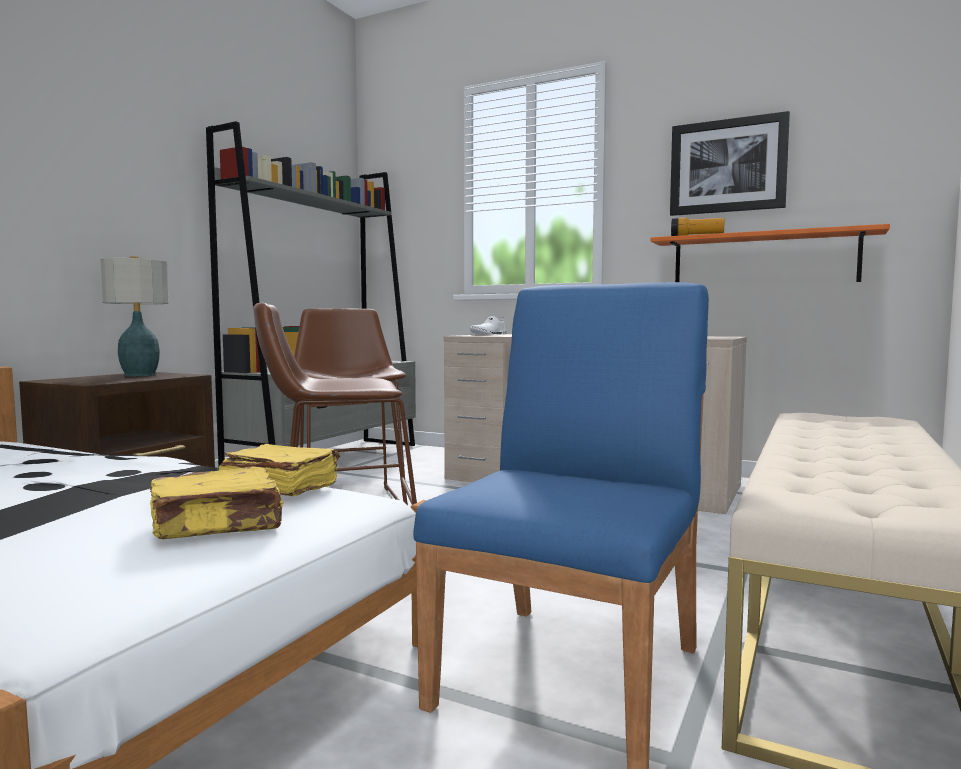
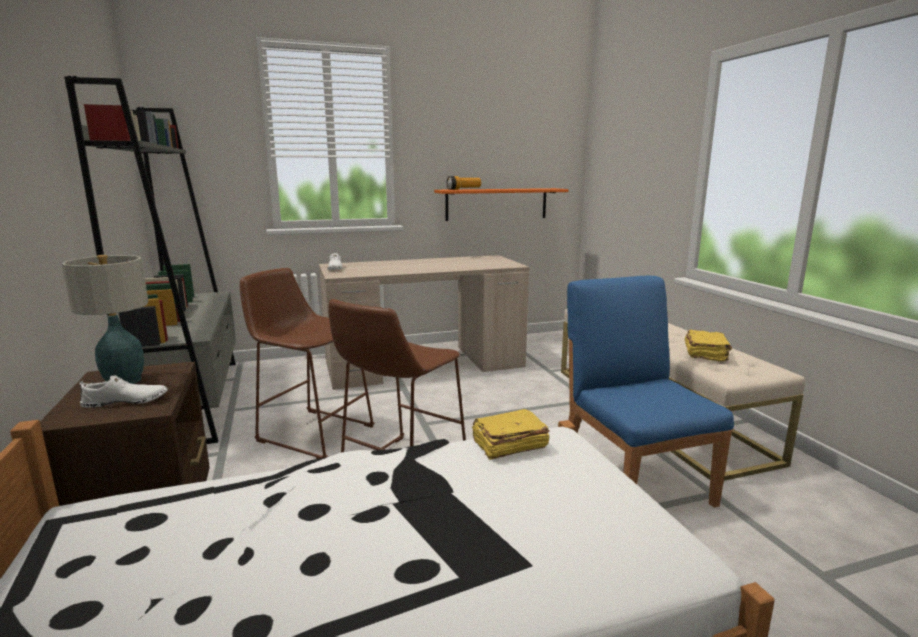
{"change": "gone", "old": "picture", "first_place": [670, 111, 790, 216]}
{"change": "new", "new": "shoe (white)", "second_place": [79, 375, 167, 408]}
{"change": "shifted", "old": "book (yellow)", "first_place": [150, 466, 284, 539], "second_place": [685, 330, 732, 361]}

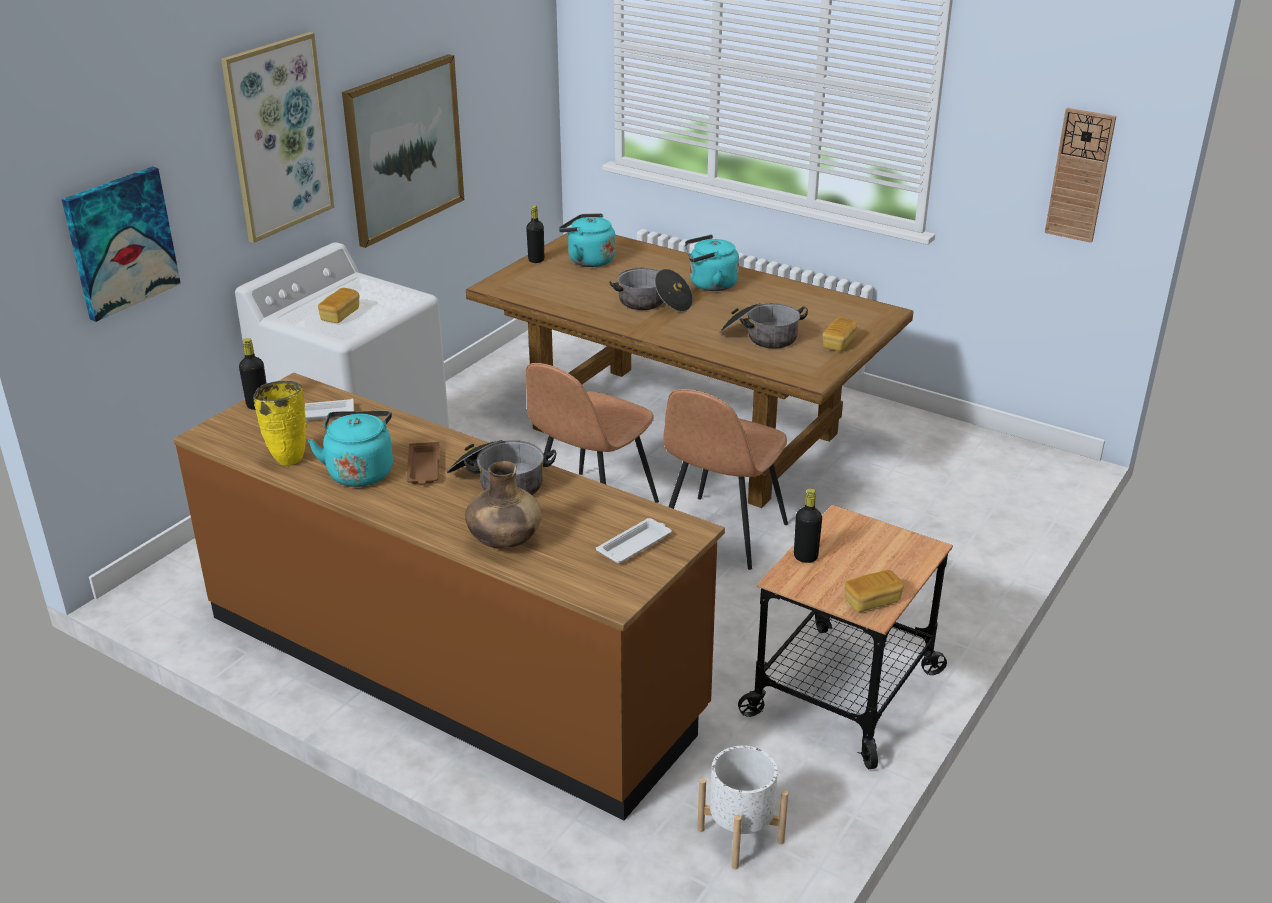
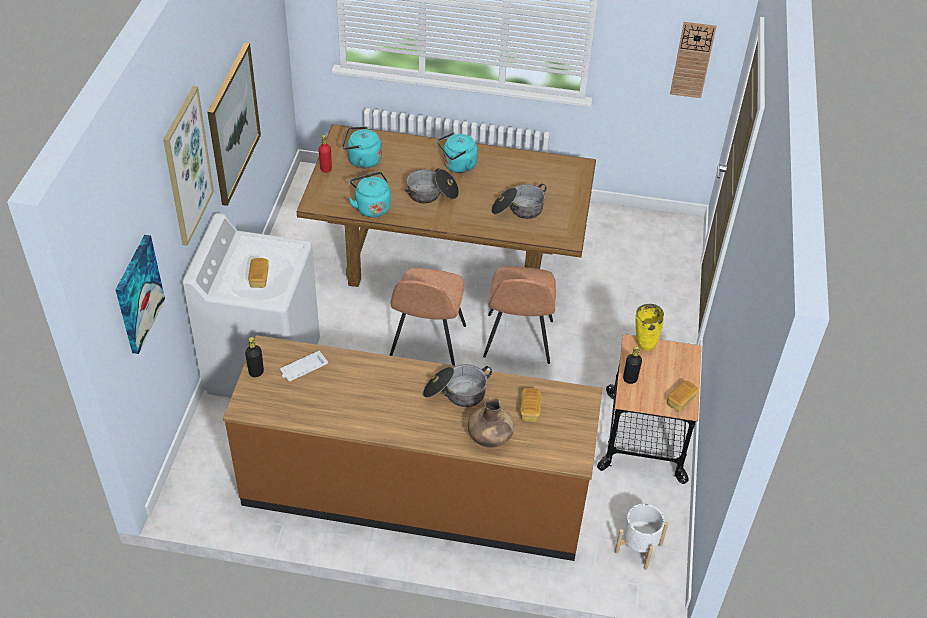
{"change": "gone", "old": "tray (brown)", "first_place": [406, 442, 439, 485]}
{"change": "gone", "old": "tray (white)", "first_place": [596, 518, 672, 563]}
{"change": "shifted", "old": "vase (yellow)", "first_place": [253, 381, 307, 466], "second_place": [635, 304, 664, 351]}
{"change": "shifted", "old": "kettle (turquoise)", "first_place": [308, 411, 393, 487], "second_place": [348, 172, 391, 217]}
{"change": "shifted", "old": "bread", "first_place": [822, 318, 857, 351], "second_place": [520, 388, 541, 422]}
{"change": "repainted", "old": "bottle (black)", "new": "bottle (red)", "first_place": [526, 205, 544, 263], "second_place": [319, 135, 332, 173]}

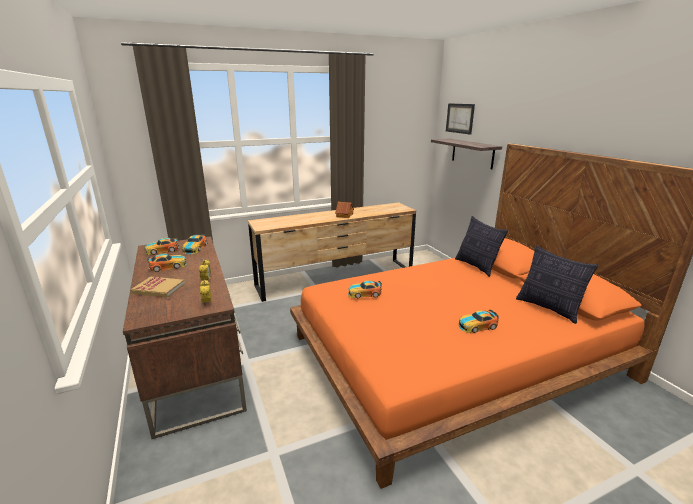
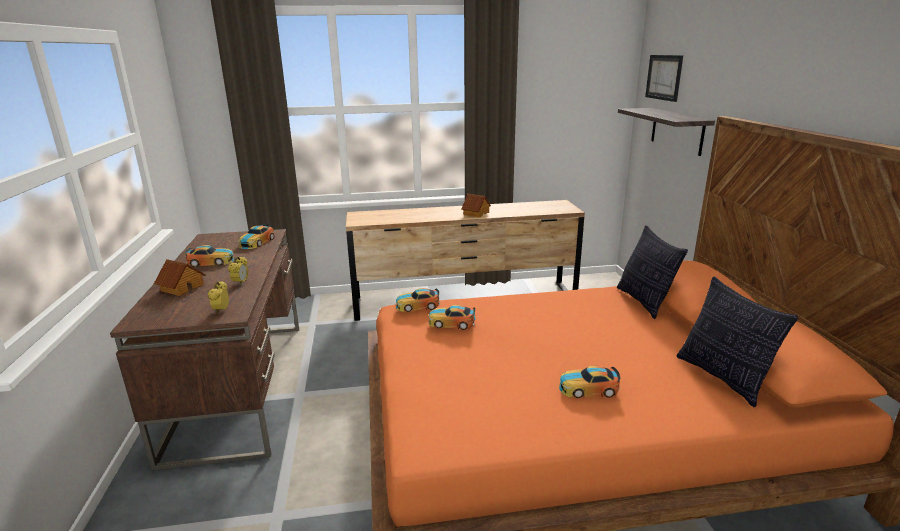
{"change": "shifted", "old": "toy car", "first_place": [144, 238, 179, 255], "second_place": [396, 288, 440, 312]}
{"change": "swapped", "old": "book", "new": "toy house", "first_place": [131, 277, 185, 298], "second_place": [154, 259, 206, 296]}

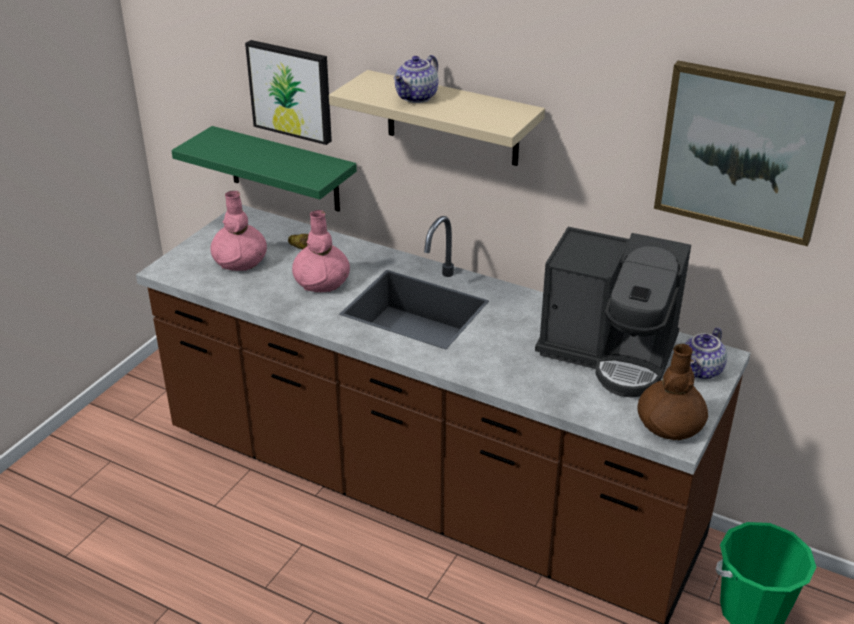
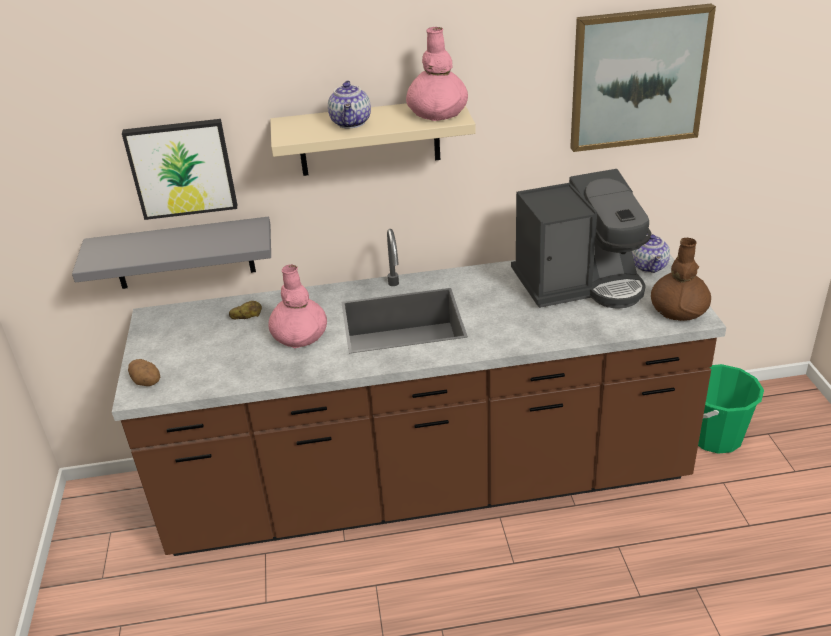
{"change": "new", "new": "potato", "second_place": [128, 359, 160, 386]}
{"change": "shifted", "old": "vase (pink)", "first_place": [210, 191, 267, 271], "second_place": [406, 27, 468, 121]}
{"change": "repainted", "old": "shelf (green)", "new": "shelf (grey)", "first_place": [171, 126, 357, 212], "second_place": [72, 217, 271, 289]}

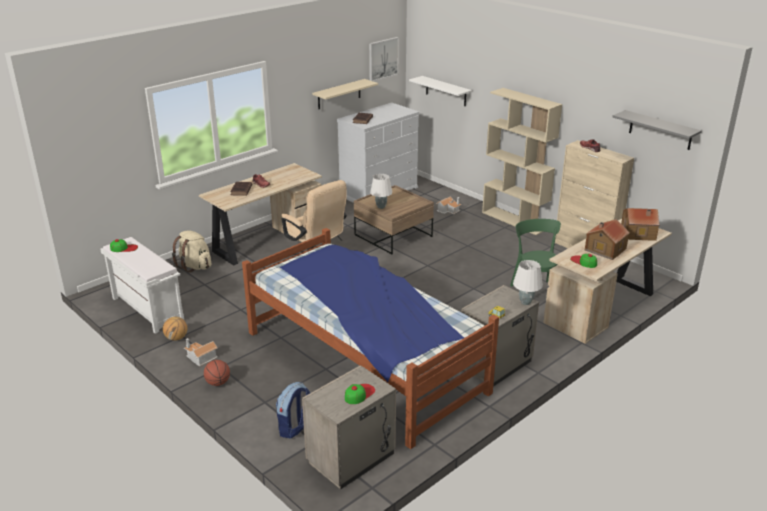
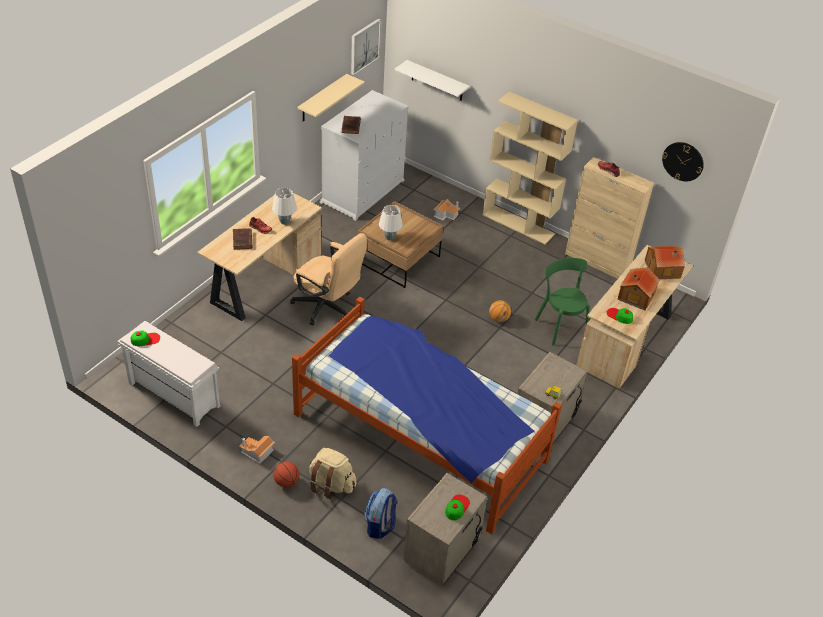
{"change": "shifted", "old": "basketball", "first_place": [163, 317, 187, 341], "second_place": [489, 300, 511, 322]}
{"change": "shifted", "old": "backpack (beige)", "first_place": [172, 231, 211, 273], "second_place": [309, 448, 356, 499]}
{"change": "shifted", "old": "table lamp (white)", "first_place": [513, 260, 543, 305], "second_place": [272, 188, 297, 225]}
{"change": "swapped", "old": "shelf (grey)", "new": "wall clock", "first_place": [612, 110, 702, 150], "second_place": [662, 142, 704, 181]}

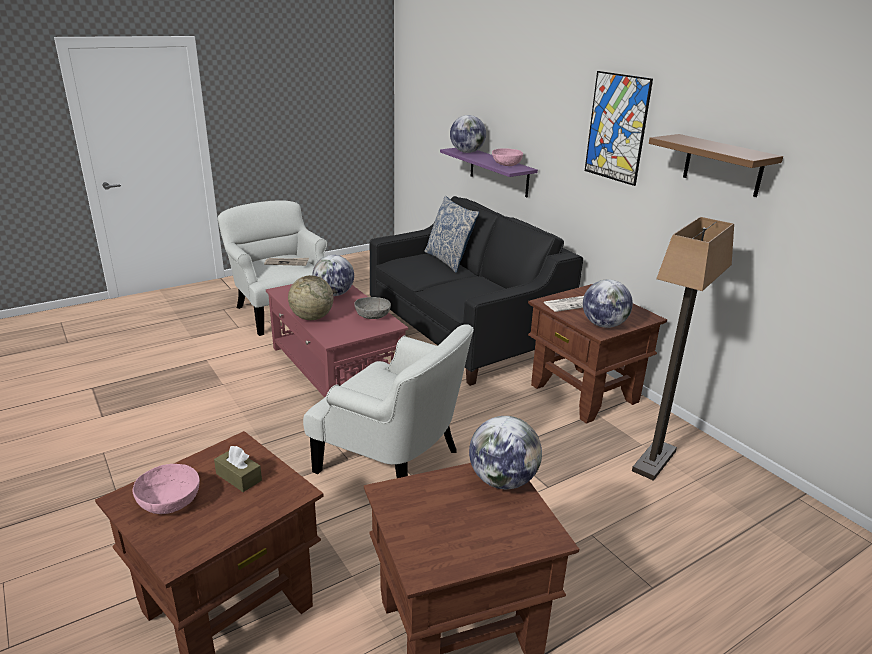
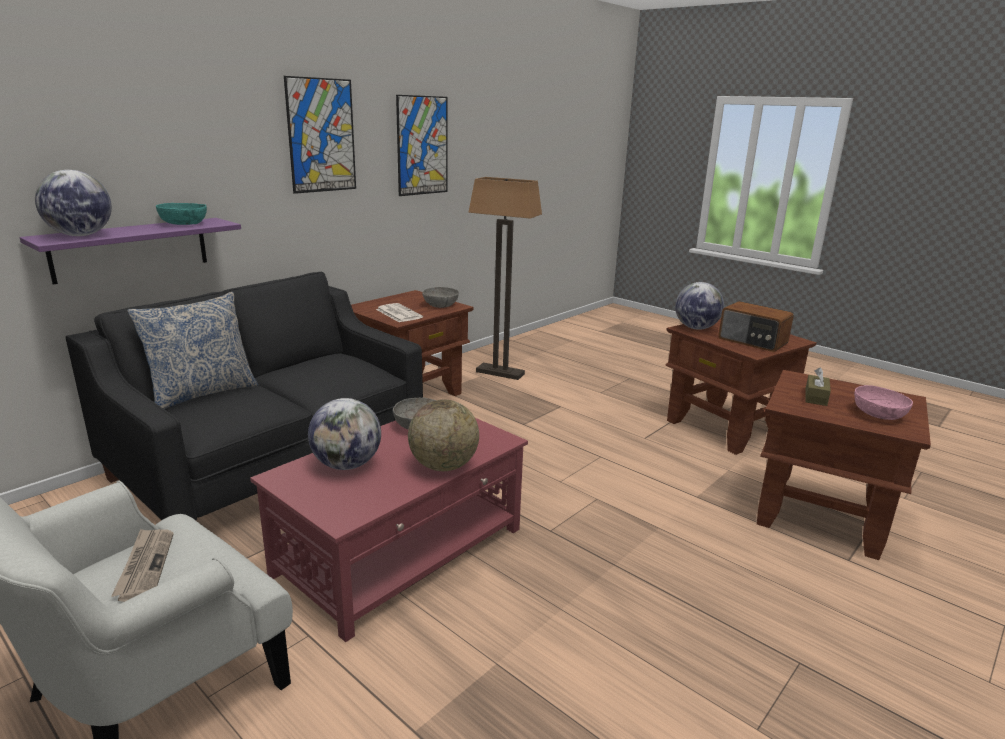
{"change": "gone", "old": "armchair (white)", "first_place": [303, 324, 474, 478]}
{"change": "new", "new": "radio", "second_place": [718, 301, 794, 352]}
{"change": "swapped", "old": "globe", "new": "bowl (grey)", "first_place": [583, 279, 633, 328], "second_place": [422, 287, 459, 308]}
{"change": "swapped", "old": "shelf (brown)", "new": "picture", "first_place": [649, 134, 783, 197], "second_place": [396, 95, 447, 196]}
{"change": "repainted", "old": "bowl (pink)", "new": "bowl (turquoise)", "first_place": [492, 148, 523, 166], "second_place": [156, 203, 207, 225]}

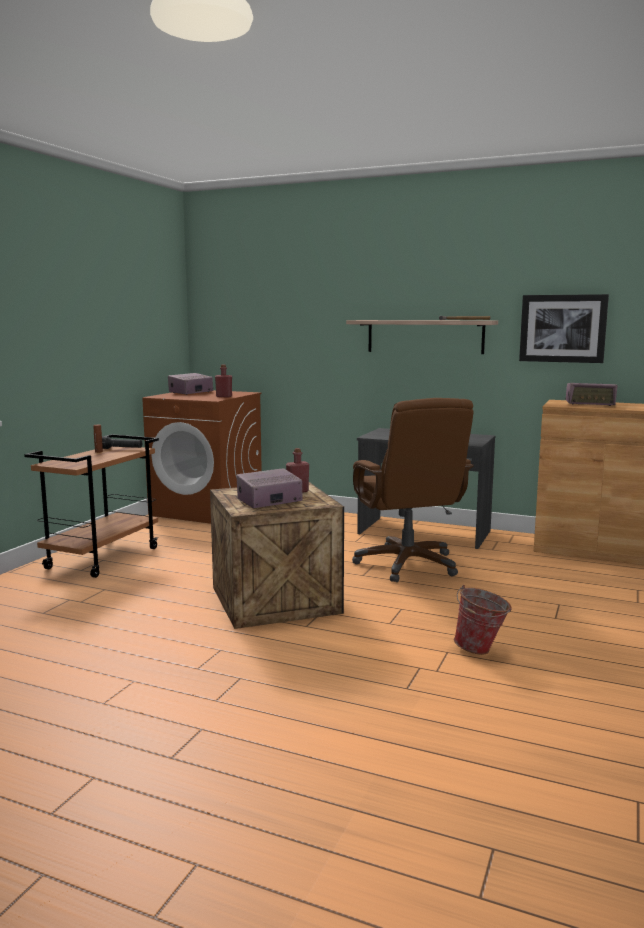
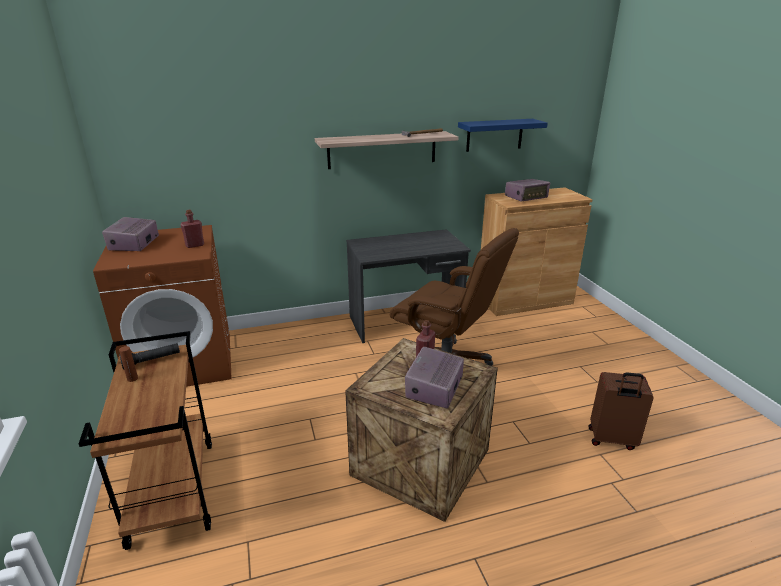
{"change": "swapped", "old": "bucket", "new": "suitcase (brown)", "first_place": [454, 585, 512, 655], "second_place": [589, 372, 654, 450]}
{"change": "swapped", "old": "picture", "new": "shelf (blue)", "first_place": [519, 294, 609, 363], "second_place": [458, 119, 548, 152]}

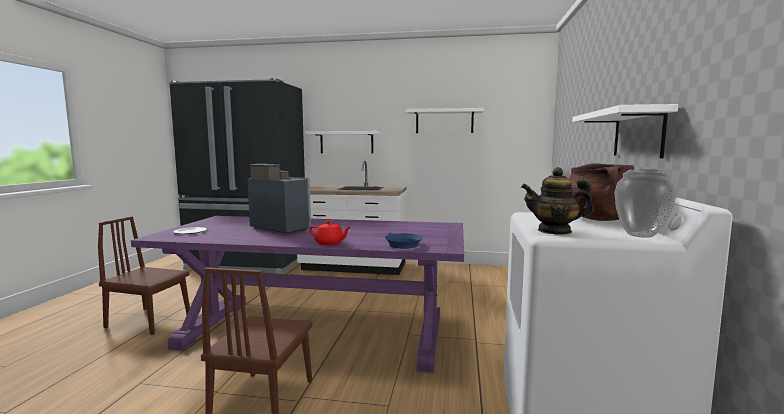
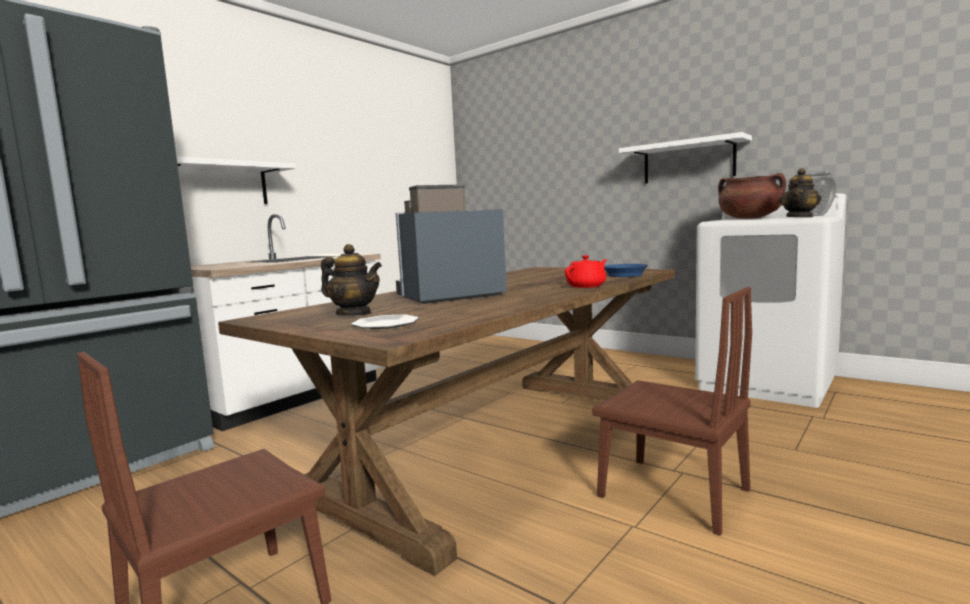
{"change": "gone", "old": "shelf (white)", "first_place": [405, 108, 484, 133]}
{"change": "new", "new": "teapot", "second_place": [321, 244, 382, 316]}
{"change": "repainted", "old": "dining table (purple)", "new": "dining table (brown)", "first_place": [131, 216, 464, 373], "second_place": [218, 267, 675, 576]}

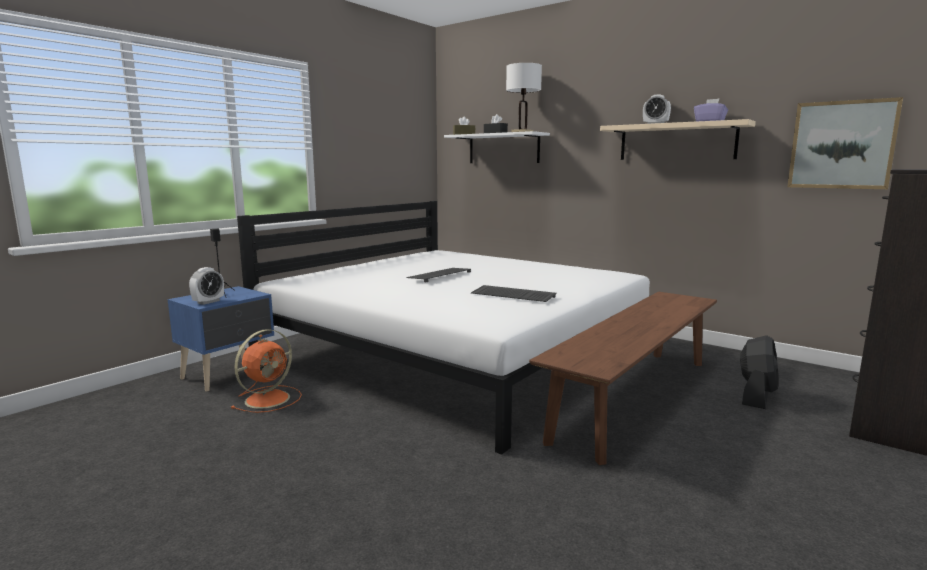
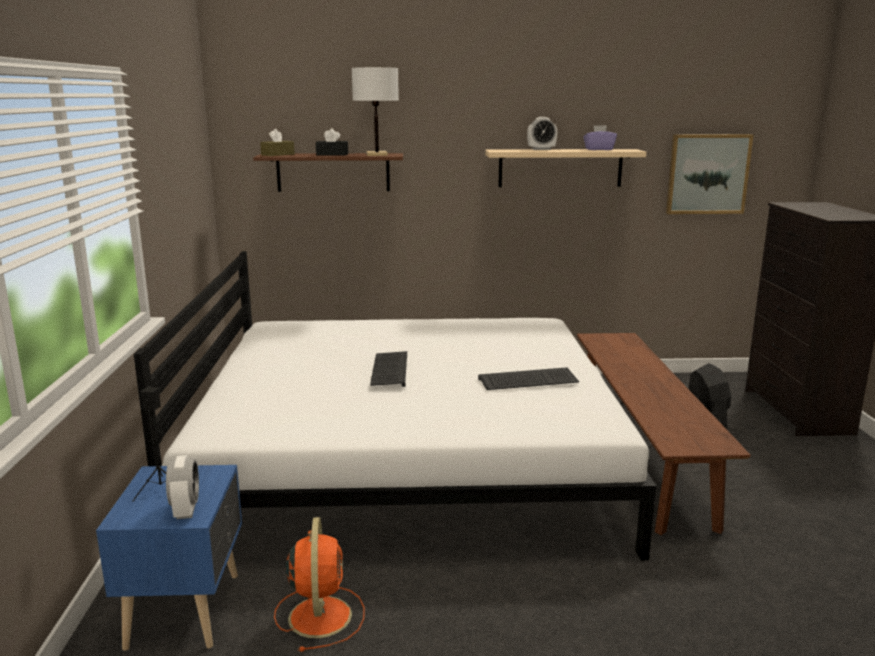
{"change": "repainted", "old": "shelf (white)", "new": "shelf (brown)", "first_place": [444, 131, 550, 163], "second_place": [253, 153, 403, 192]}

